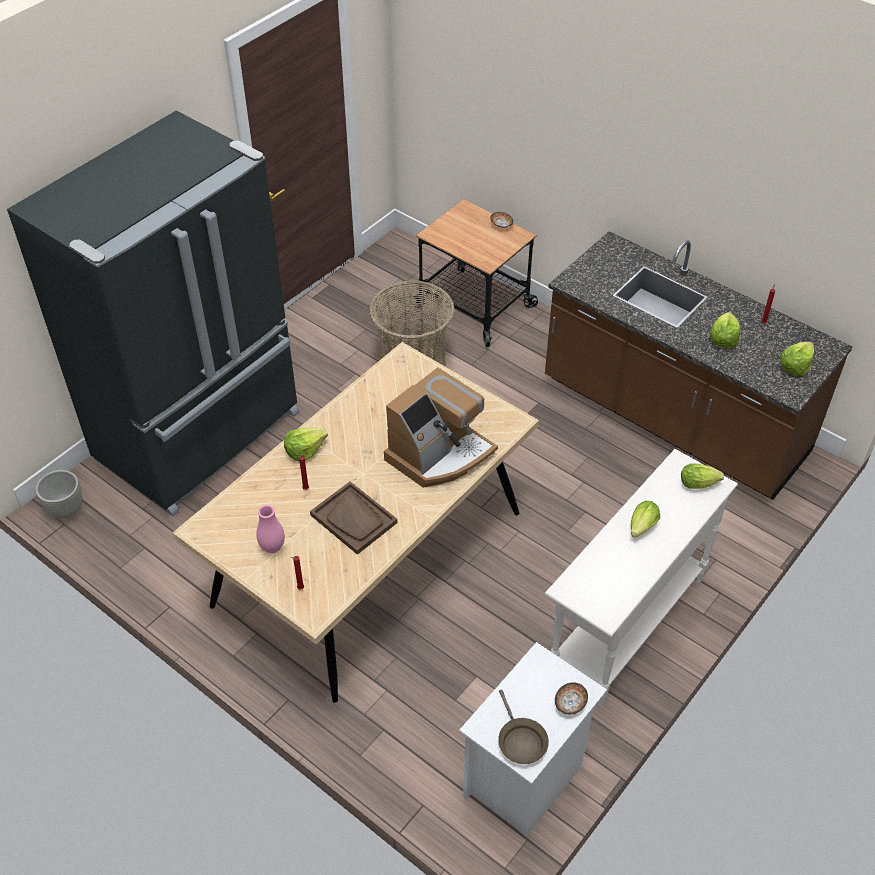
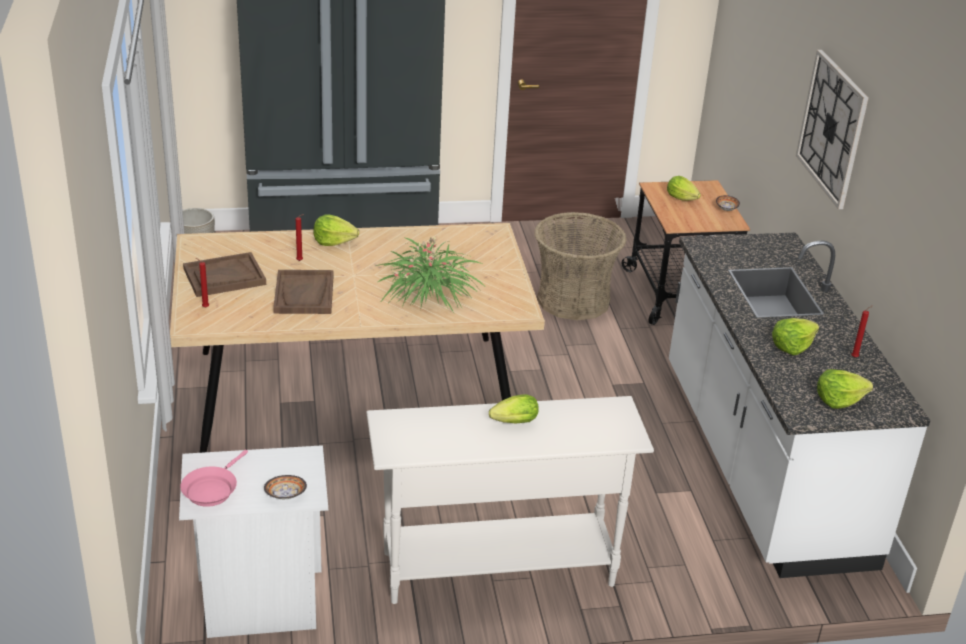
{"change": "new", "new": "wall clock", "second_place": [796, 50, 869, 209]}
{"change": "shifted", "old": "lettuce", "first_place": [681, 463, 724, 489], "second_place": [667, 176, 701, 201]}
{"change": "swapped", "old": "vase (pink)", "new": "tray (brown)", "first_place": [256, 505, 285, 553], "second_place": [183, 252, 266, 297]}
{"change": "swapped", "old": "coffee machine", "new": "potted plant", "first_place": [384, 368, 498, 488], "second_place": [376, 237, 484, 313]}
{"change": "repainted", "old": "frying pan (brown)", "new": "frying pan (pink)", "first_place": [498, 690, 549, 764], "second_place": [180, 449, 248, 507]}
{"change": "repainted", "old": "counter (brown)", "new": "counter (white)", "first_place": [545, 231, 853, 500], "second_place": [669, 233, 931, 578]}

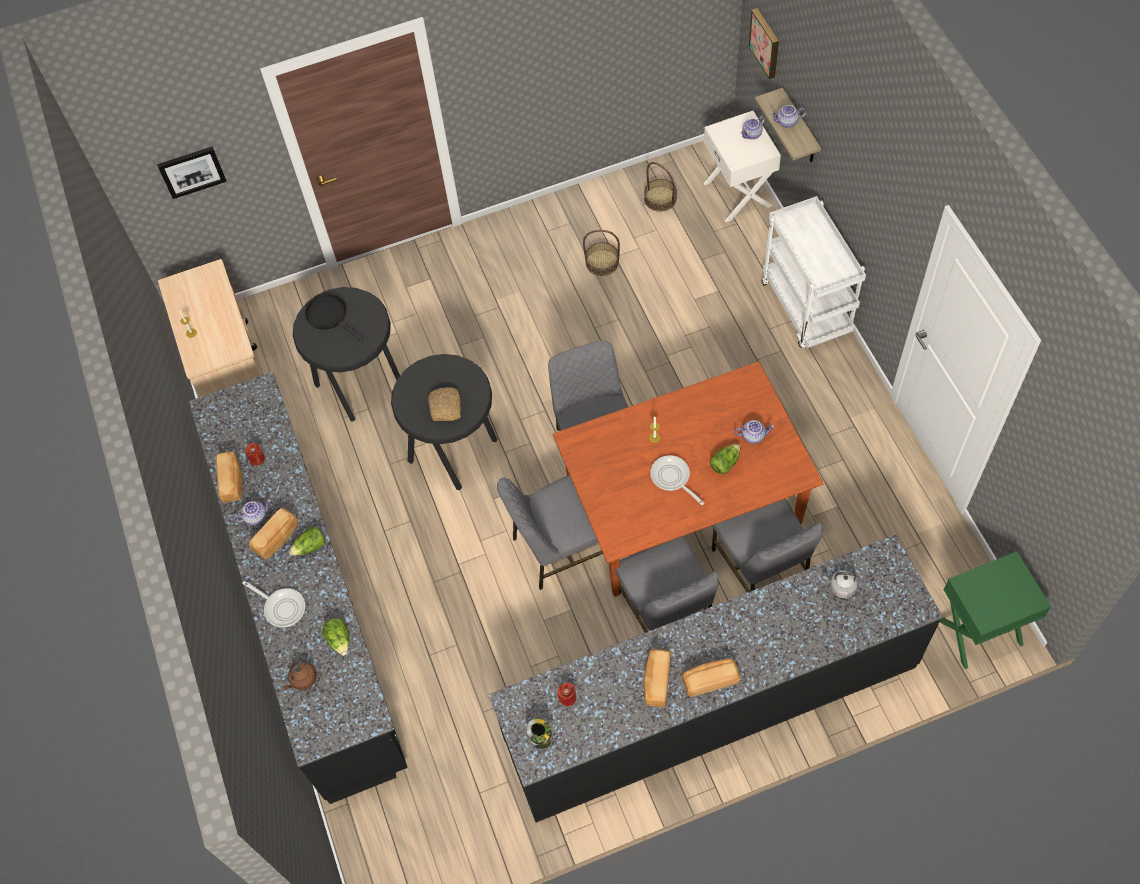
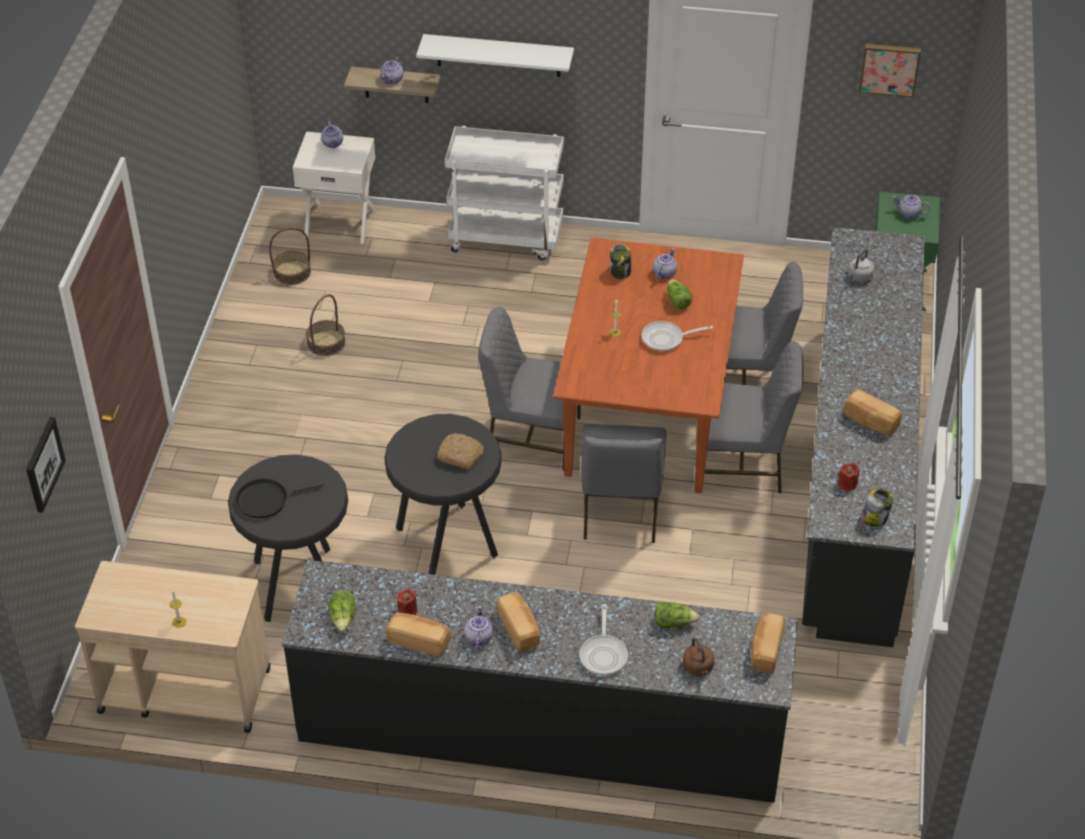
{"change": "new", "new": "shelf (white)", "second_place": [416, 34, 574, 77]}
{"change": "new", "new": "jar", "second_place": [610, 244, 631, 279]}
{"change": "new", "new": "teapot", "second_place": [893, 195, 930, 219]}
{"change": "shifted", "old": "lettuce", "first_place": [289, 527, 326, 556], "second_place": [328, 591, 355, 632]}
{"change": "shifted", "old": "bread", "first_place": [682, 659, 741, 697], "second_place": [751, 613, 785, 674]}
{"change": "shifted", "old": "picture", "first_place": [749, 8, 779, 79], "second_place": [859, 44, 921, 98]}
{"change": "rotated", "old": "frying pan", "first_place": [242, 581, 305, 628], "second_place": [579, 604, 628, 675], "degrees": 120}

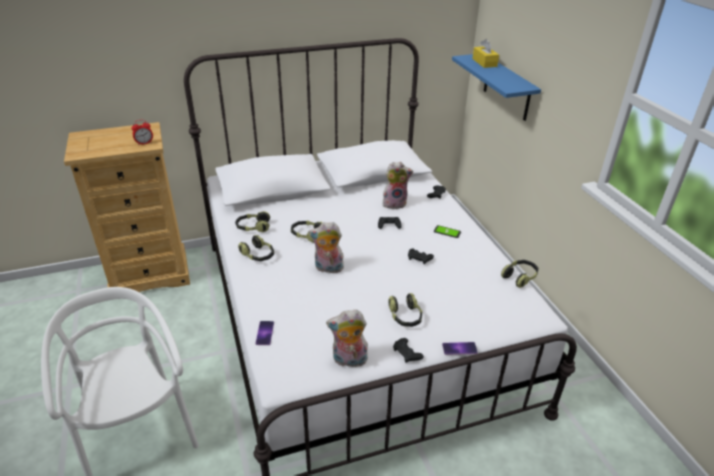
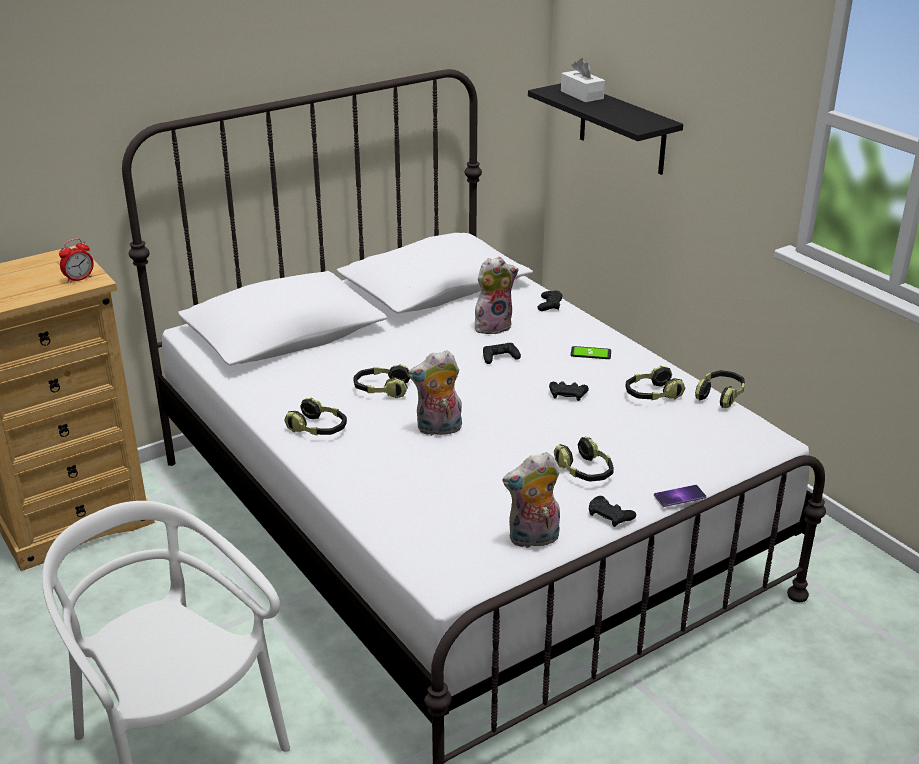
{"change": "gone", "old": "phone", "first_place": [255, 321, 274, 345]}
{"change": "shifted", "old": "headphones", "first_place": [235, 211, 270, 232], "second_place": [625, 366, 685, 400]}
{"change": "repainted", "old": "shelf (blue)", "new": "shelf (black)", "first_place": [452, 54, 541, 121], "second_place": [528, 83, 683, 175]}
{"change": "repainted", "old": "tissue box (yellow)", "new": "tissue box (white)", "first_place": [472, 39, 499, 68], "second_place": [561, 58, 605, 102]}

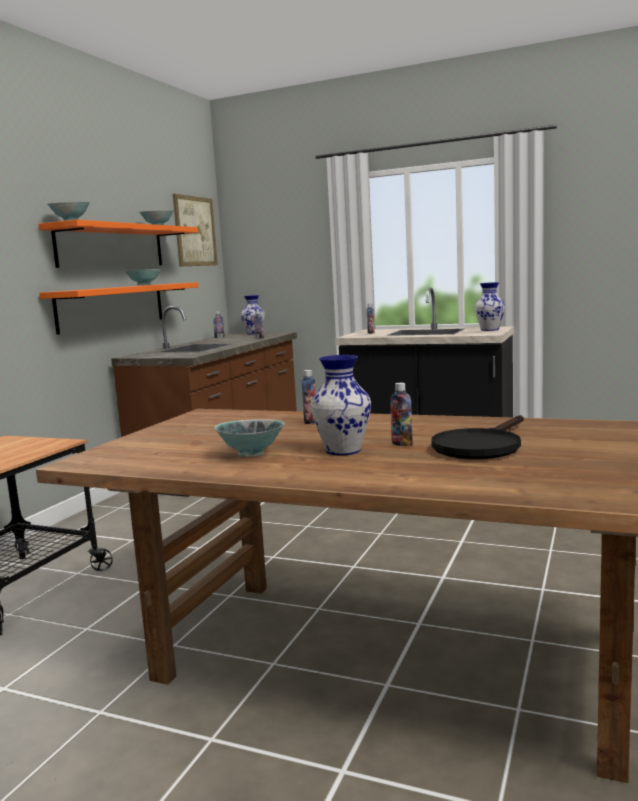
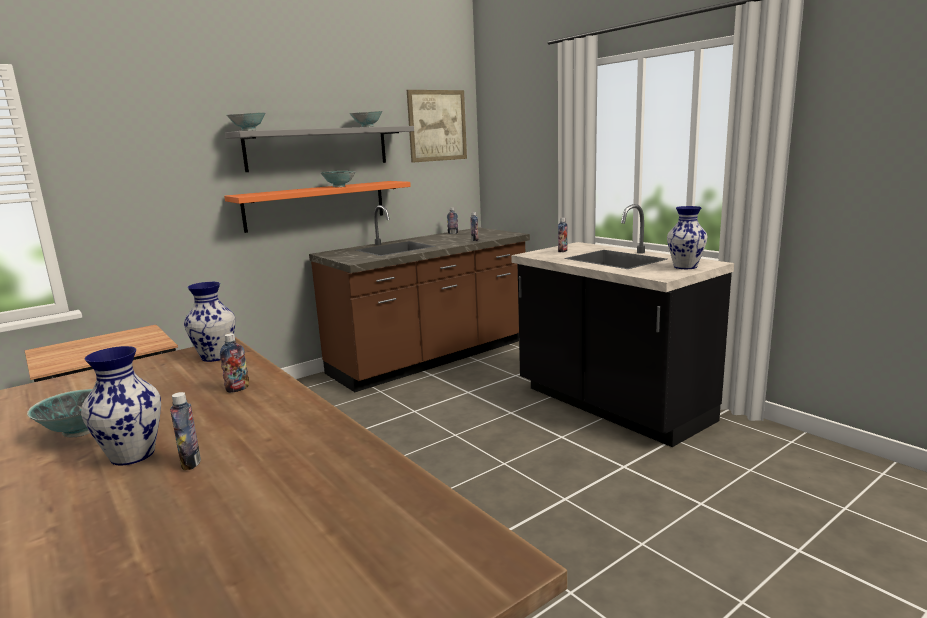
{"change": "gone", "old": "frying pan (black)", "first_place": [431, 415, 524, 460]}
{"change": "shifted", "old": "vase", "first_place": [241, 295, 265, 335], "second_place": [184, 282, 236, 362]}
{"change": "repainted", "old": "shelf (orange)", "new": "shelf (grey)", "first_place": [38, 220, 198, 268], "second_place": [225, 126, 414, 172]}

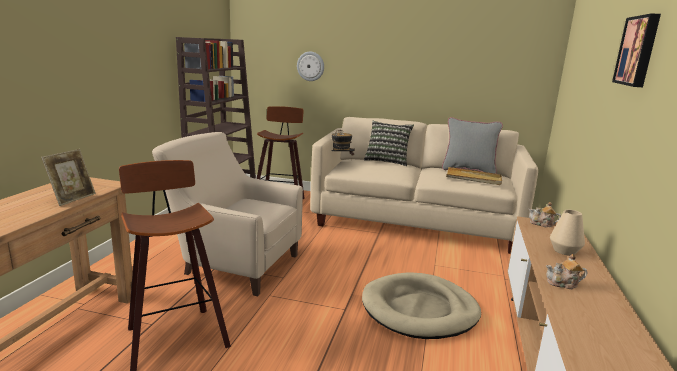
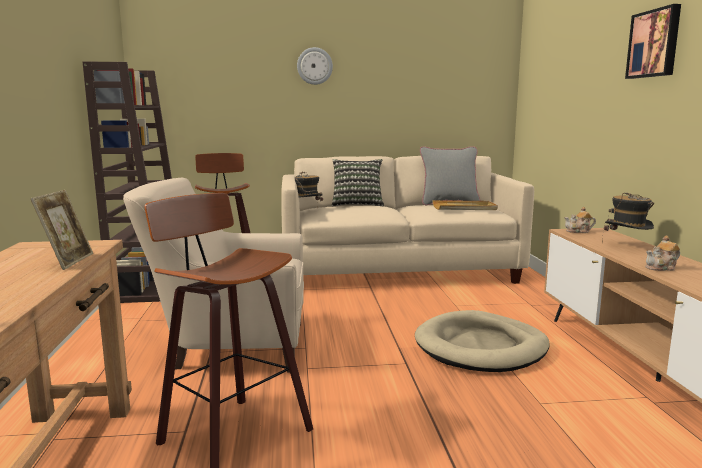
{"change": "shifted", "old": "wall clock", "first_place": [297, 52, 324, 81], "second_place": [297, 47, 333, 85]}
{"change": "swapped", "old": "vase (beige)", "new": "hat", "first_place": [550, 210, 585, 256], "second_place": [602, 192, 654, 244]}

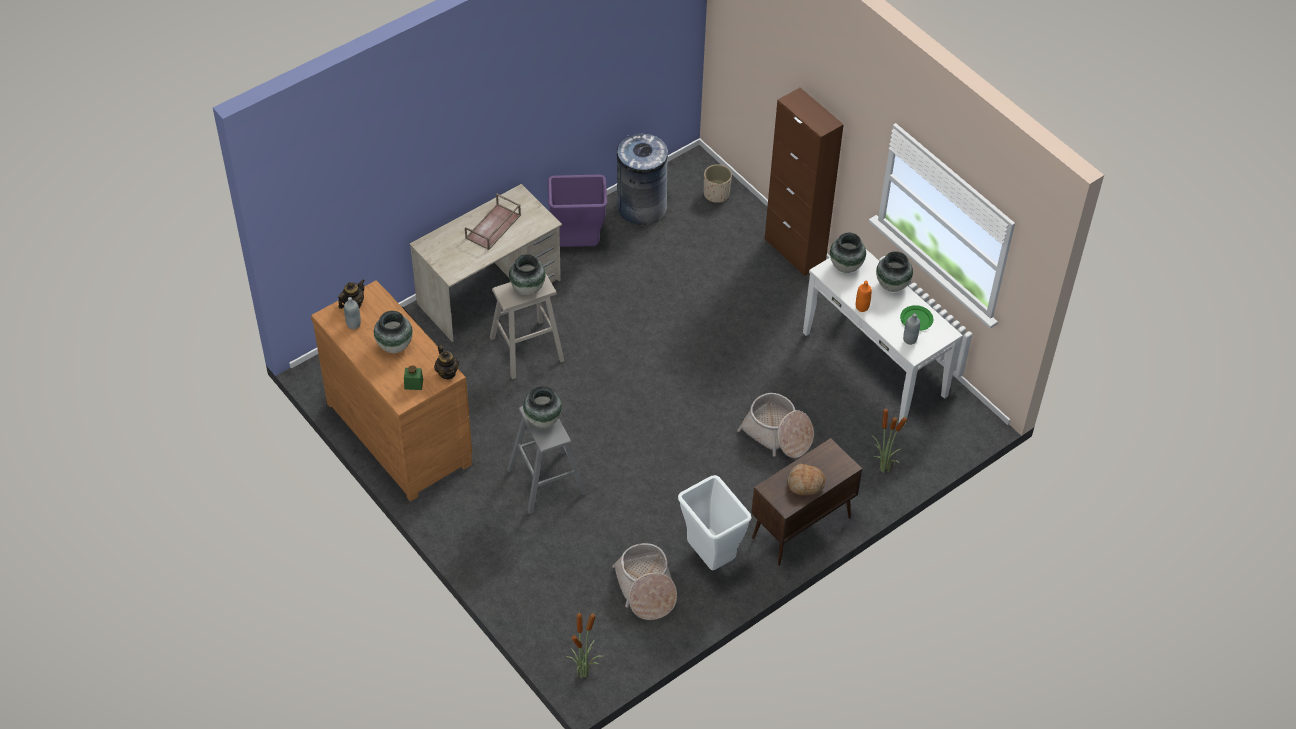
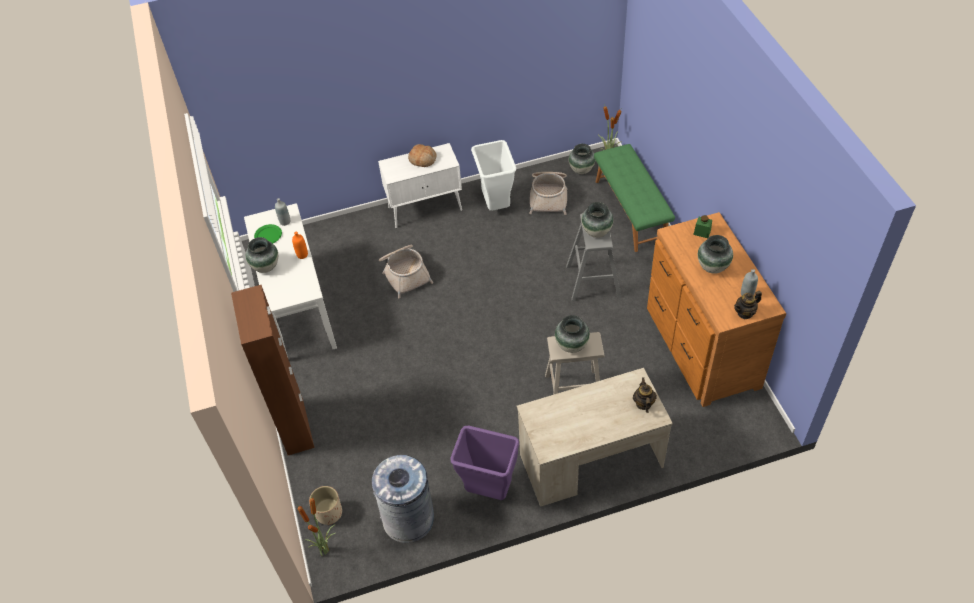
{"change": "gone", "old": "tray (brown)", "first_place": [465, 194, 521, 250]}
{"change": "new", "new": "bench (green)", "second_place": [594, 144, 675, 252]}
{"change": "shifted", "old": "teapot", "first_place": [434, 345, 459, 379], "second_place": [633, 377, 657, 413]}
{"change": "shifted", "old": "vase", "first_place": [830, 233, 866, 273], "second_place": [569, 144, 595, 174]}
{"change": "shifted", "old": "potted plant", "first_place": [872, 409, 908, 473], "second_place": [297, 495, 335, 556]}
{"change": "repainted", "old": "cabinet (brown)", "new": "cabinet (white)", "first_place": [751, 438, 862, 566], "second_place": [378, 143, 462, 228]}

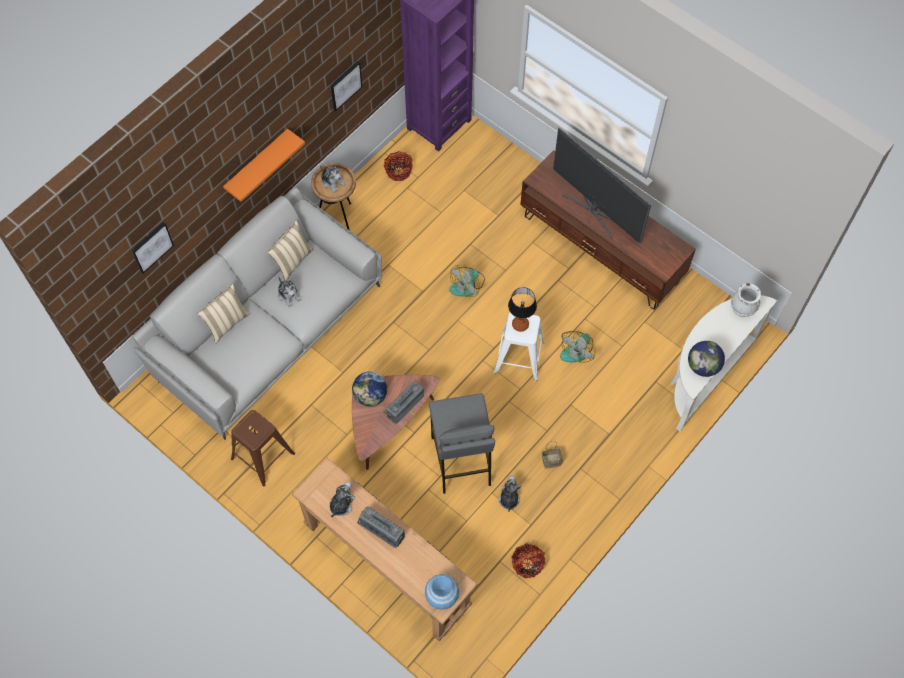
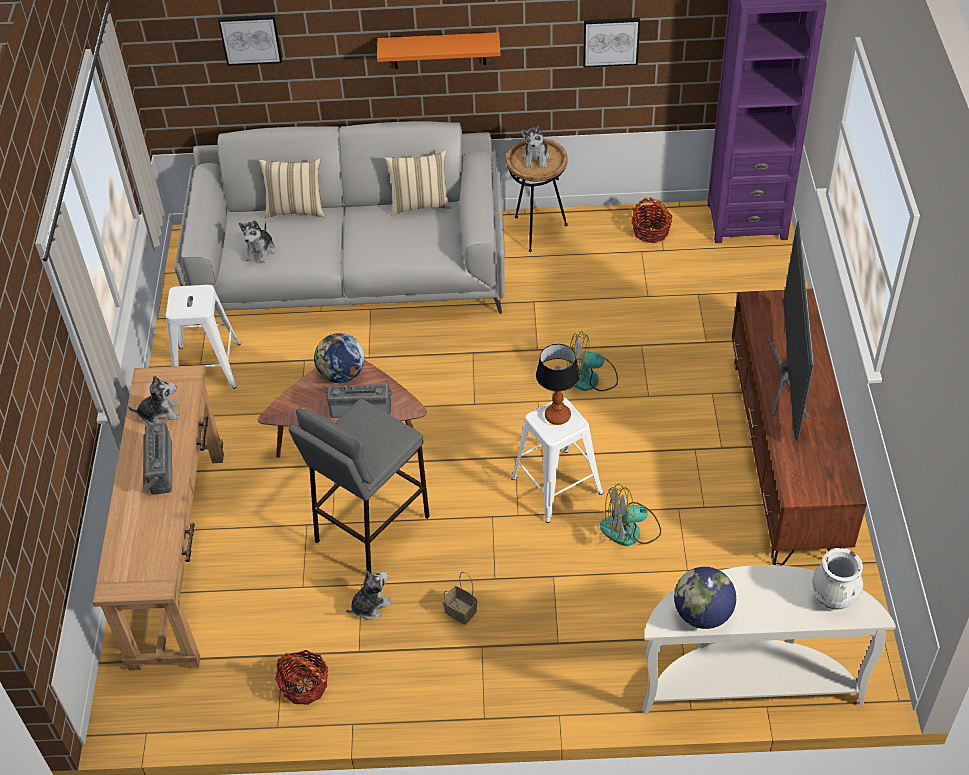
{"change": "gone", "old": "vase (blue)", "first_place": [425, 574, 459, 610]}
{"change": "shifted", "old": "plush toy", "first_place": [278, 276, 302, 307], "second_place": [239, 220, 275, 263]}
{"change": "repainted", "old": "stool (brown)", "new": "stool (white)", "first_place": [231, 410, 295, 487], "second_place": [166, 285, 241, 389]}

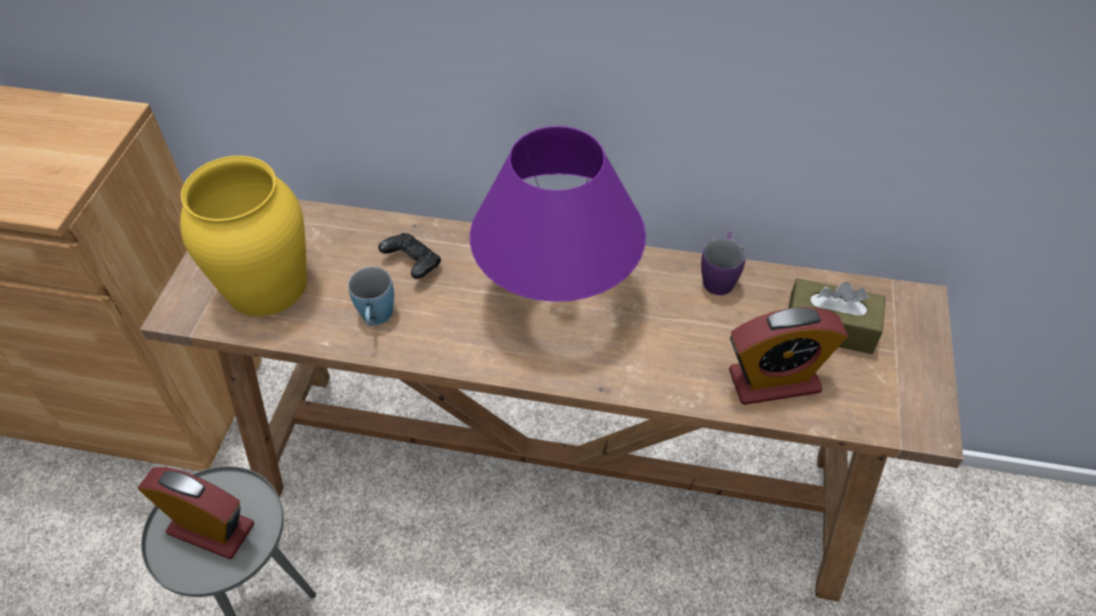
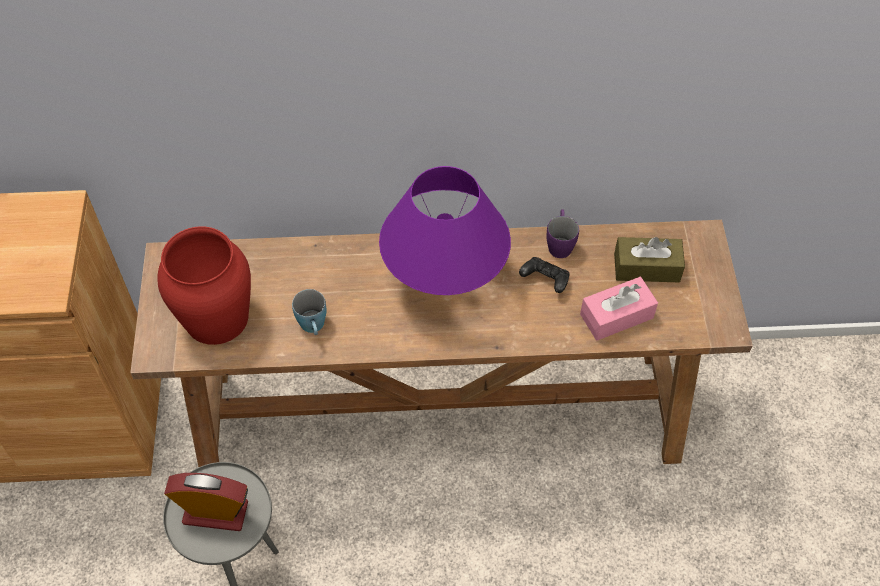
{"change": "shifted", "old": "game controller (black)", "first_place": [378, 233, 441, 279], "second_place": [519, 257, 570, 293]}
{"change": "swapped", "old": "alarm clock", "new": "tissue box (pink)", "first_place": [729, 307, 848, 405], "second_place": [580, 277, 658, 340]}
{"change": "repainted", "old": "vase (yellow)", "new": "vase (red)", "first_place": [180, 156, 307, 316], "second_place": [157, 226, 251, 345]}

